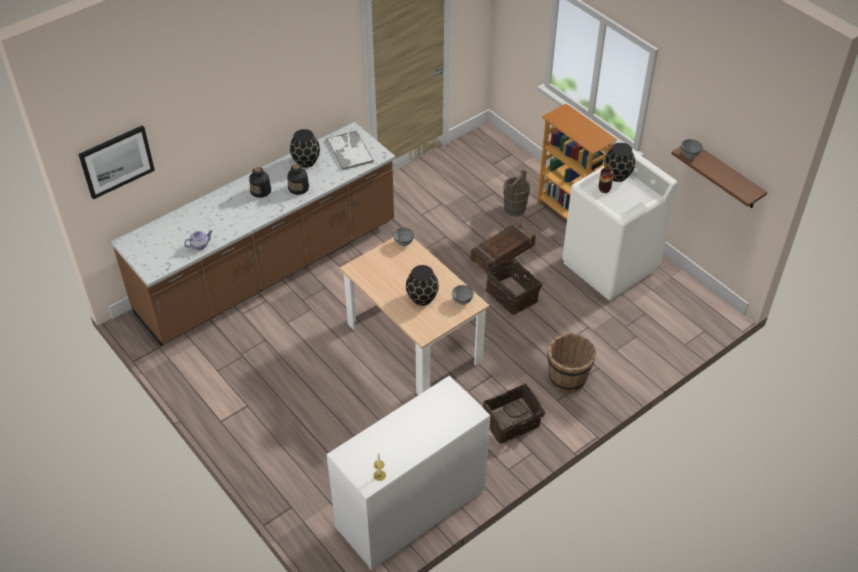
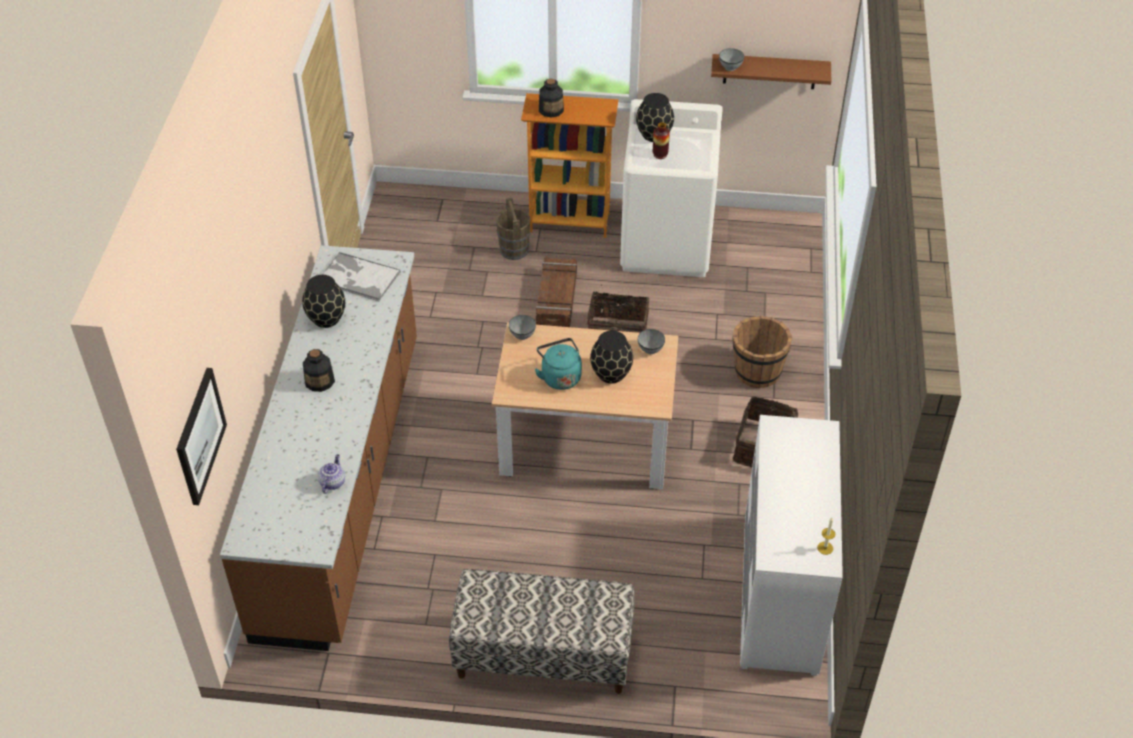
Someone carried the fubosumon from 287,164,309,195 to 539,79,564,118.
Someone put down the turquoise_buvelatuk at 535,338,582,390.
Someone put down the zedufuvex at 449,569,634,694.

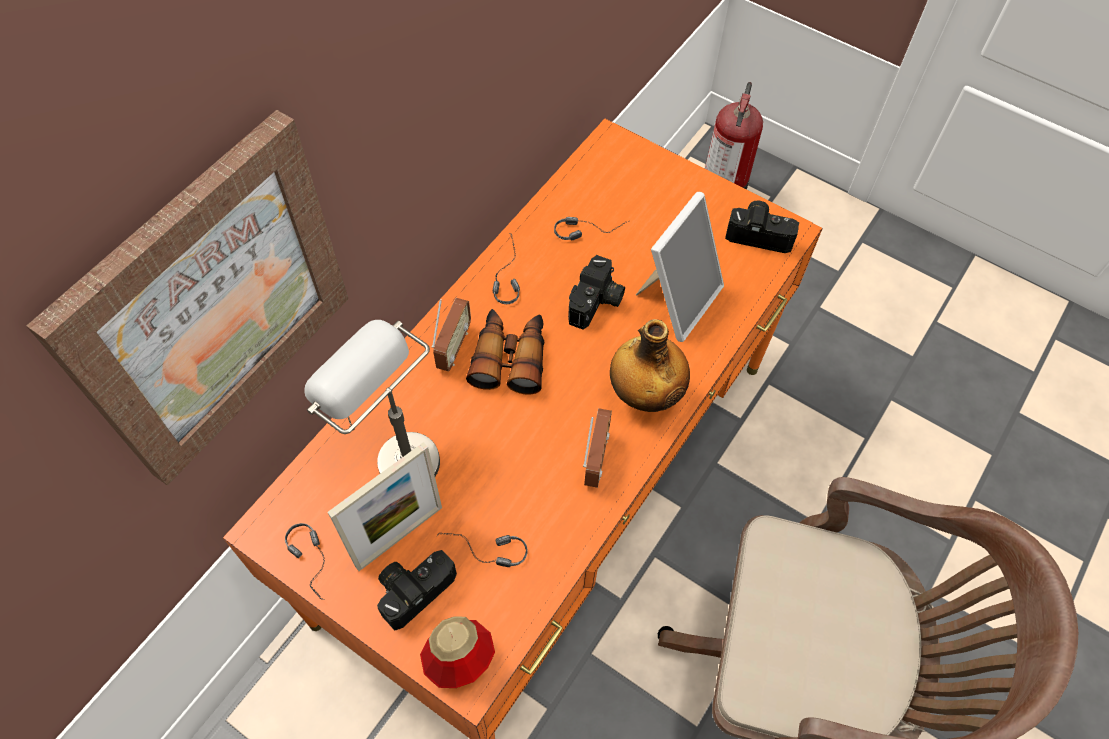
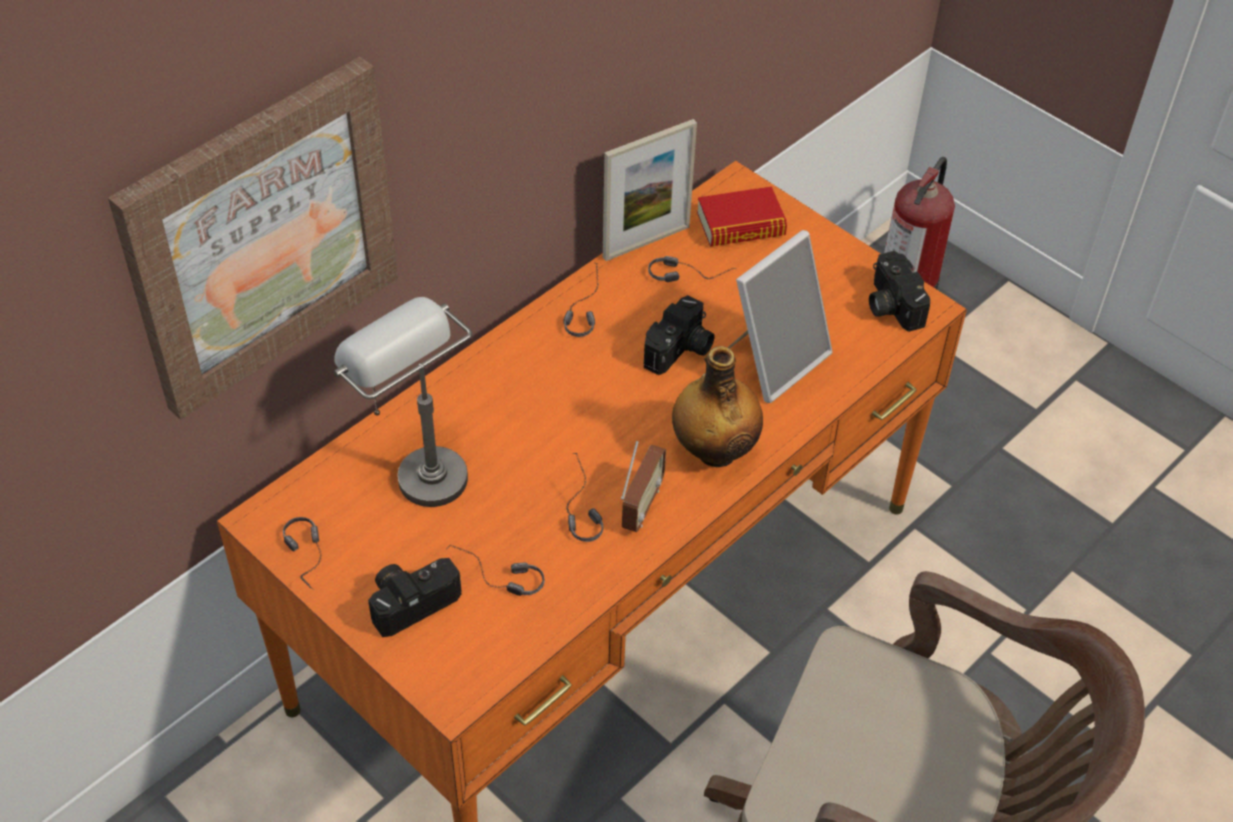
Someone rotated the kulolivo at 725,201,799,253 by 135 degrees counterclockwise.
Someone took away the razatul at 432,298,471,371.
Someone took away the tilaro at 466,309,544,395.
Someone carried the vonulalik from 328,442,442,571 to 603,119,697,261.
Someone took away the fubosumon at 420,616,495,688.
Someone put down the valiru at 697,186,787,247.
Someone put down the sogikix at 566,453,603,542.

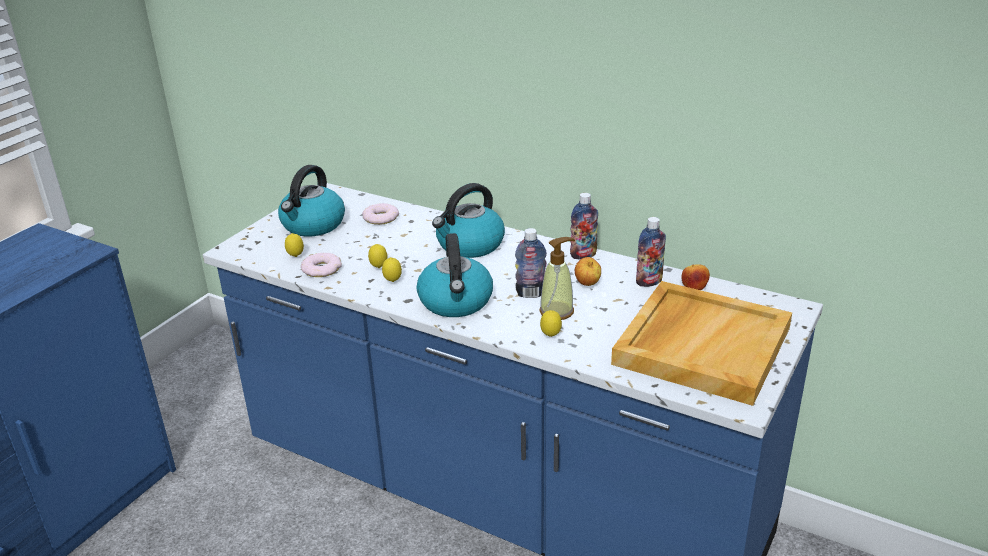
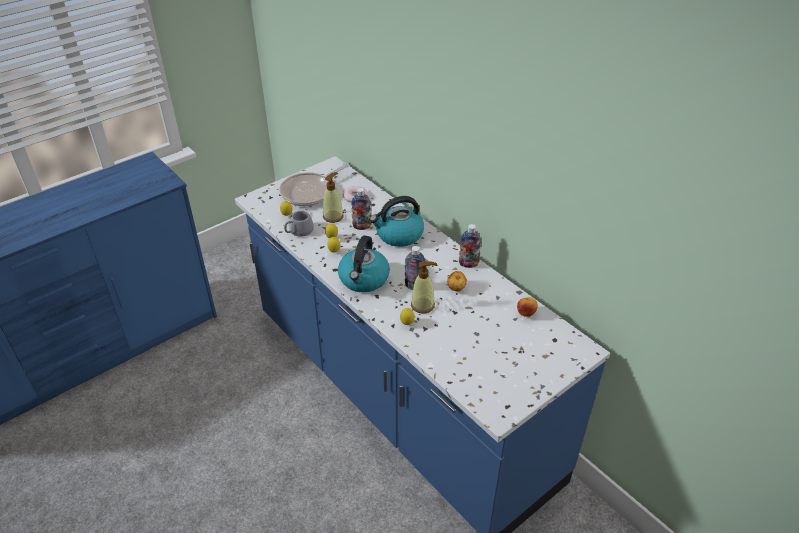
Someone swapped the buvelatuk at 278,165,345,236 for the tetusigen at 279,164,349,206.
Someone carried the fubosumon from 636,217,666,287 to 351,188,372,230.
Someone swapped the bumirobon at 301,253,342,277 for the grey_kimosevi at 283,211,314,237.
Someone took away the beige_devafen at 611,281,792,406.
Someone put down the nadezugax at 323,172,344,223.

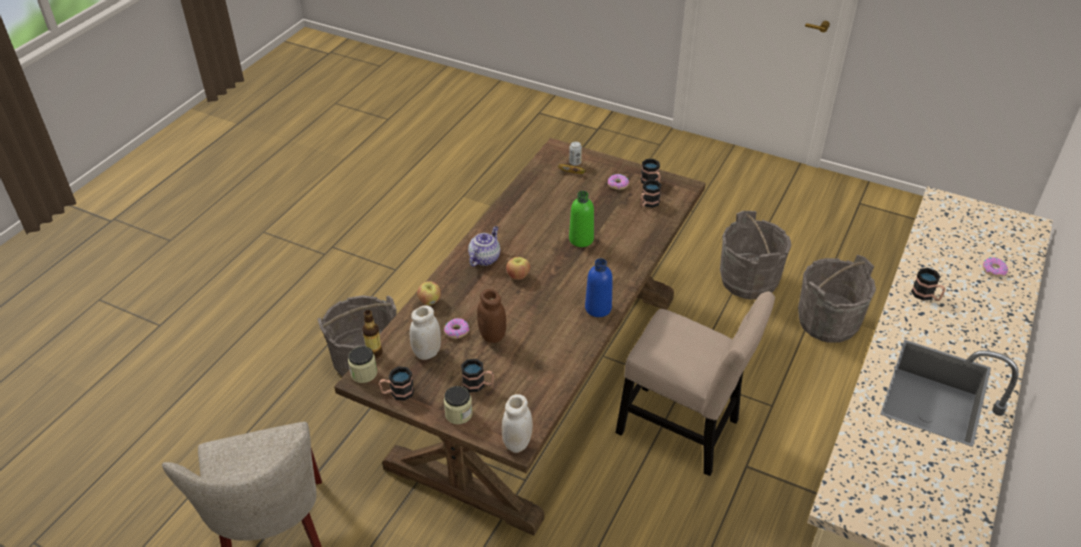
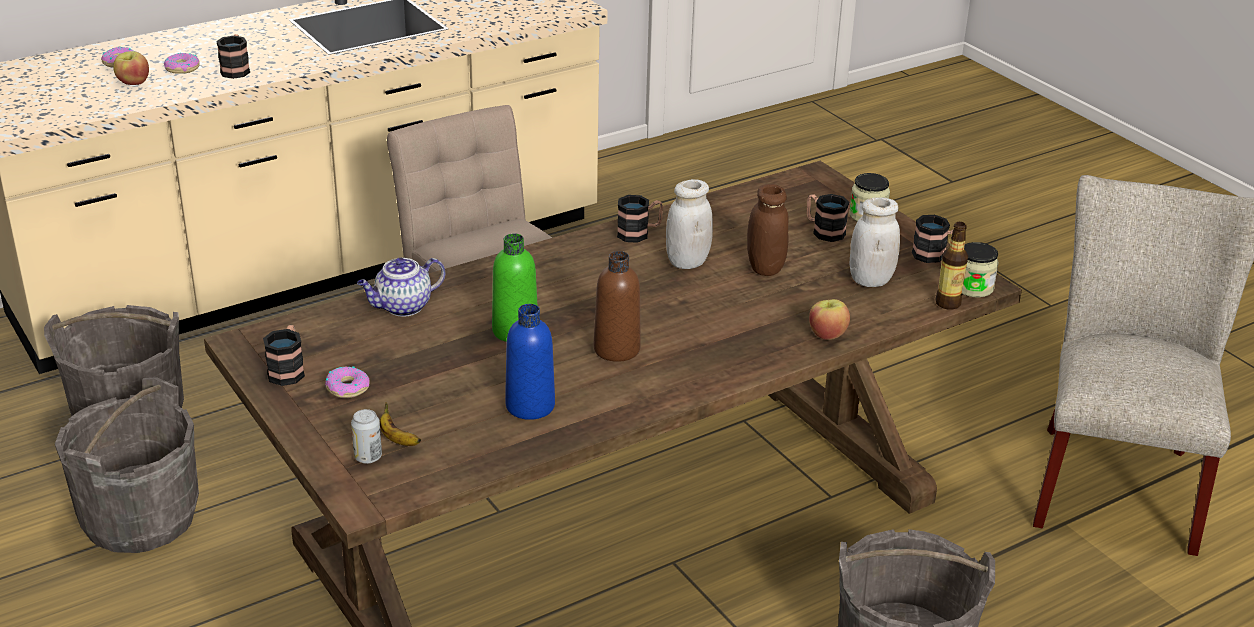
Someone carried the kimosevi from 640,179,662,208 to 617,195,663,243.
Someone carried the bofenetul from 468,226,500,266 to 357,258,446,317.
Someone carried the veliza from 506,257,530,280 to 113,51,149,85.
Someone carried the blue_fubosumon from 585,258,613,317 to 505,304,555,420.
Someone carried the bumirobon from 444,318,469,339 to 164,53,200,74.
Someone carried the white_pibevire from 502,394,533,453 to 666,179,713,269.
Someone put down the brown_fubosumon at 594,251,641,362.

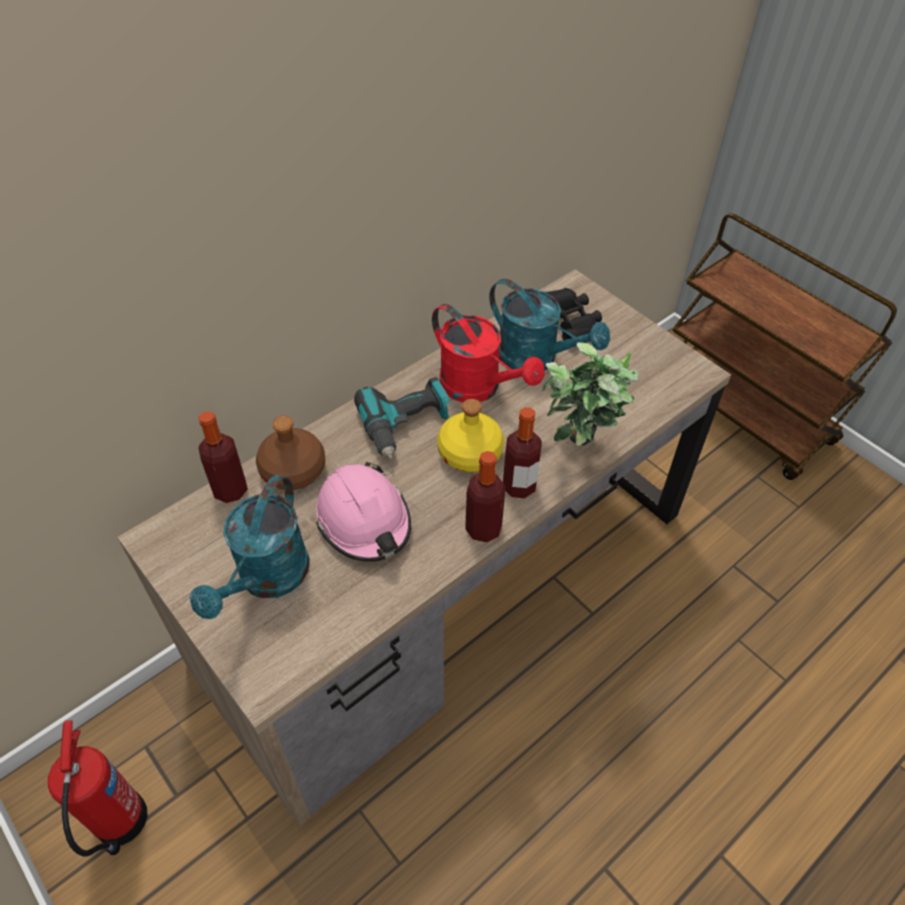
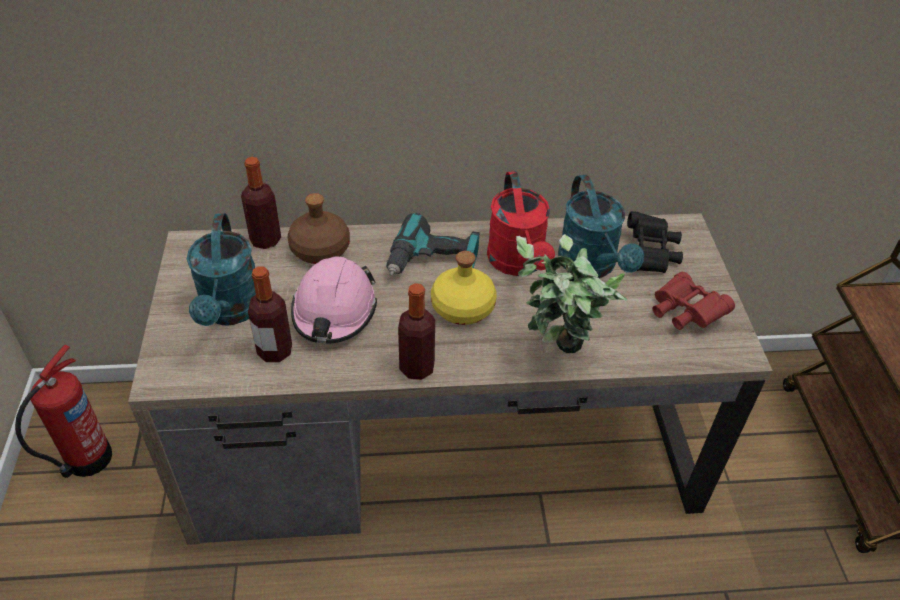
Someone carried the fubosumon from 503,407,542,498 to 248,266,292,362.
Someone rotated the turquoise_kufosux at 190,475,310,619 by 60 degrees counterclockwise.
Someone put down the red_tilaro at 652,272,735,330.

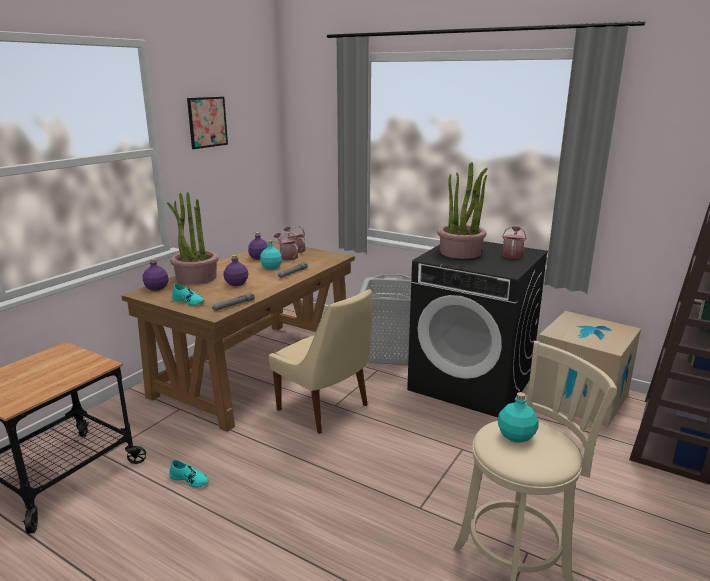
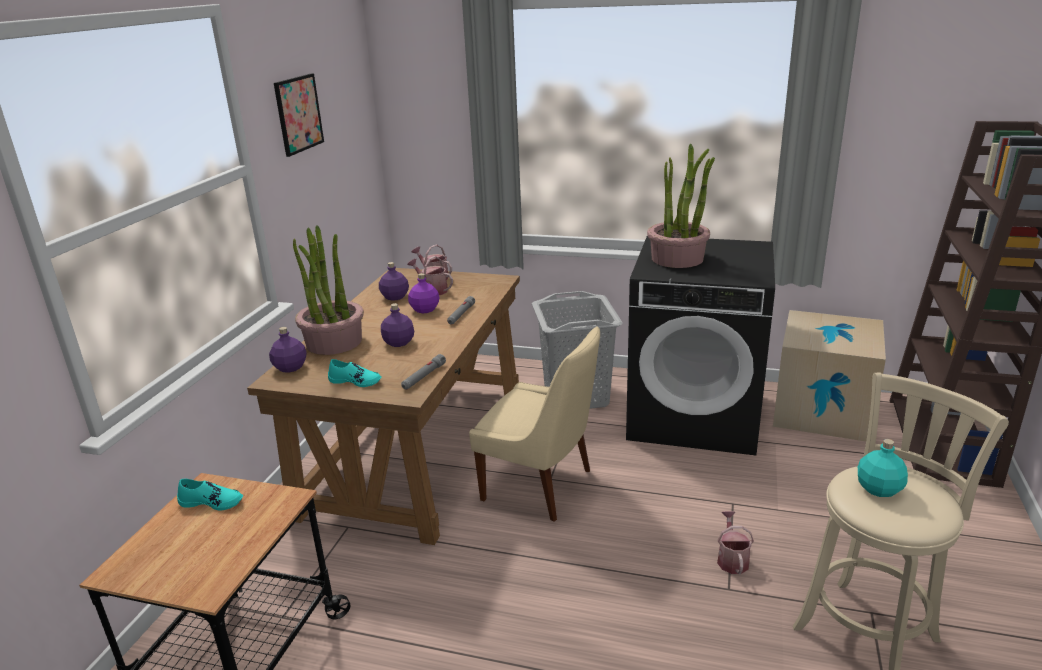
Someone carried the kufosux from 502,225,526,259 to 717,511,754,574.
Someone repainted the turquoise_fubosumon at 260,240,282,270, which became the purple_fubosumon at 408,273,440,313.
Someone carried the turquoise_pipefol from 169,460,209,488 to 177,479,243,510.

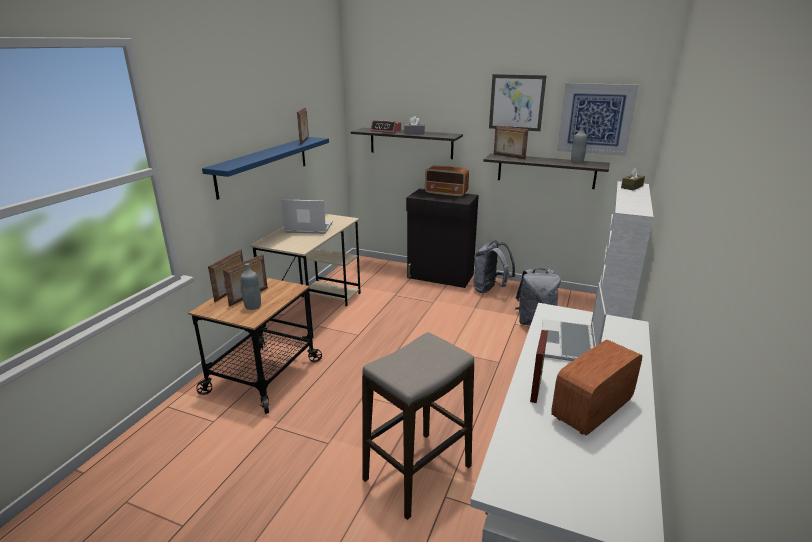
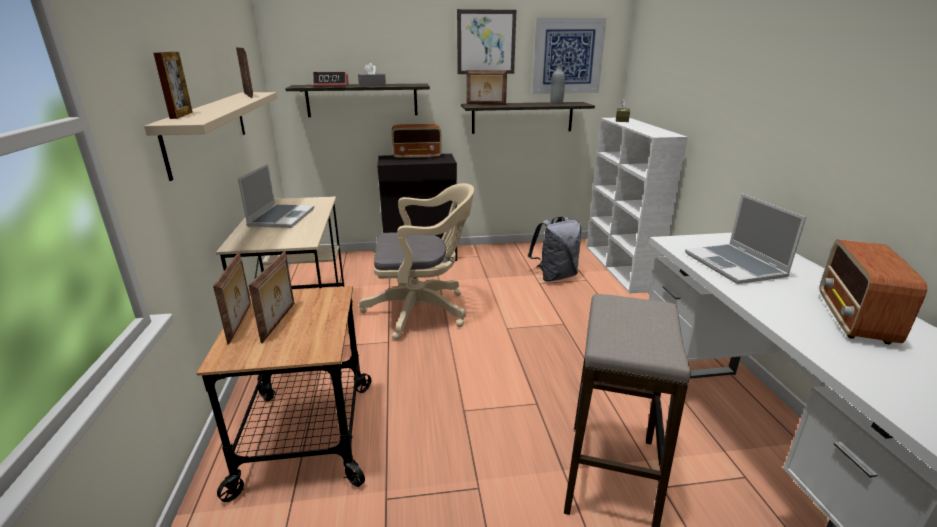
Someone repainted the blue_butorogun at 202,137,329,200, which became the beige_butorogun at 144,92,277,181.
Someone rotated the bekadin at 281,199,333,234 by 120 degrees clockwise.
Someone took away the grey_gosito at 473,240,515,293.
Someone took away the grey_fubosumon at 240,263,261,310.
Someone carried the vonulalik from 530,330,548,403 to 154,52,193,119.
Someone put down the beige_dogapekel at 359,183,474,340.

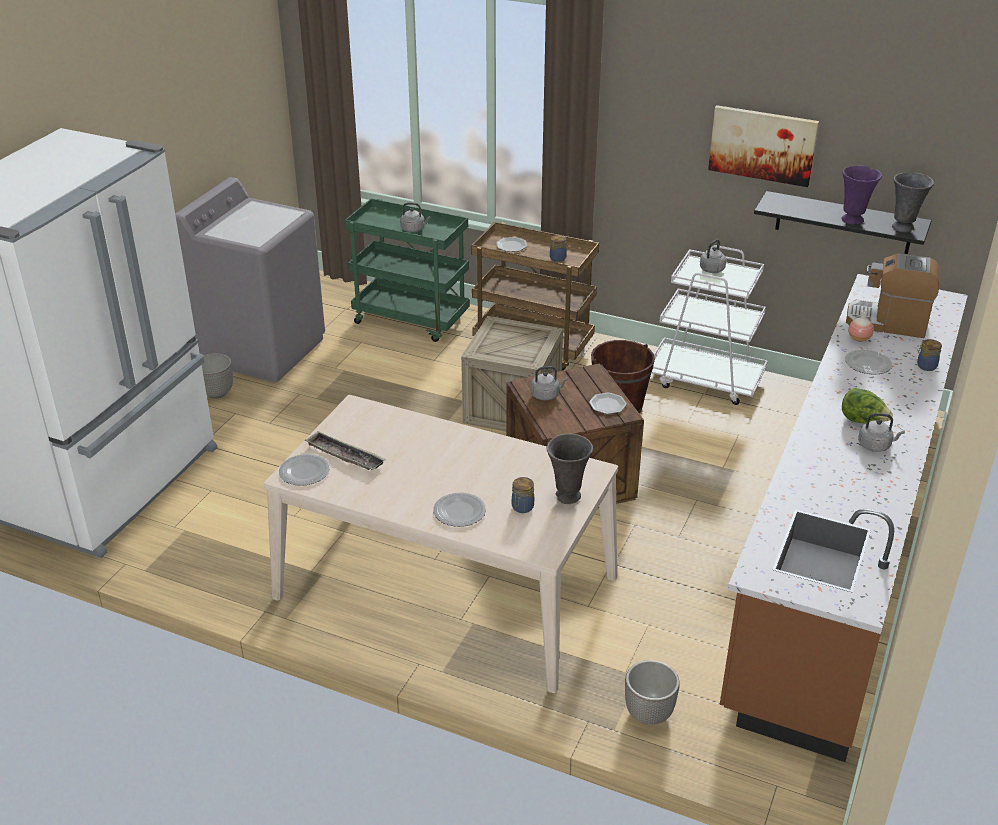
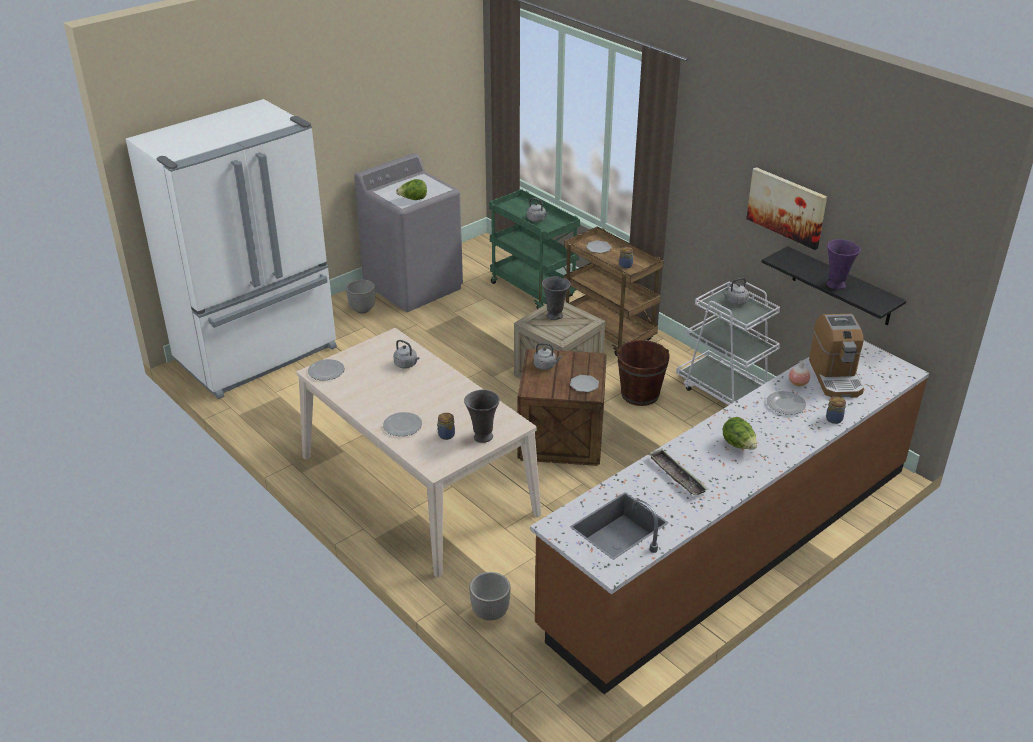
Someone carried the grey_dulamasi from 892,173,934,232 to 542,276,571,320.
Someone rotated the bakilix at 846,254,939,338 by 135 degrees counterclockwise.
Someone carried the grey_buvelatuk from 858,413,905,452 to 393,340,419,369.
Someone carried the devafen from 305,431,386,470 to 649,449,709,495.
Someone put down the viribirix at 396,179,427,200.

